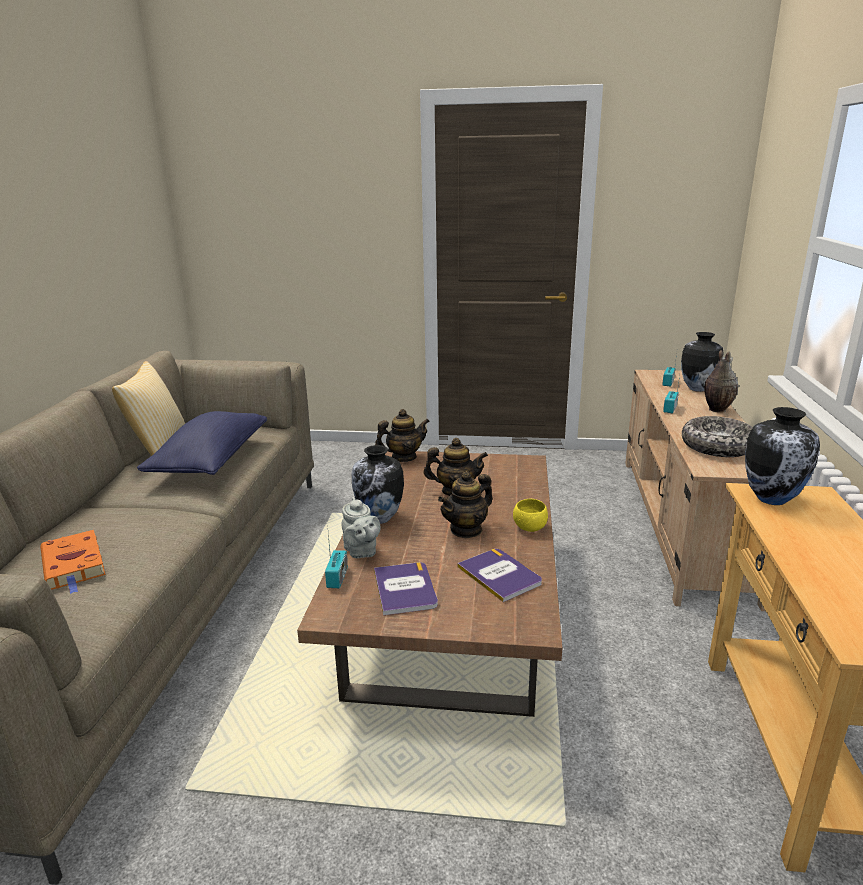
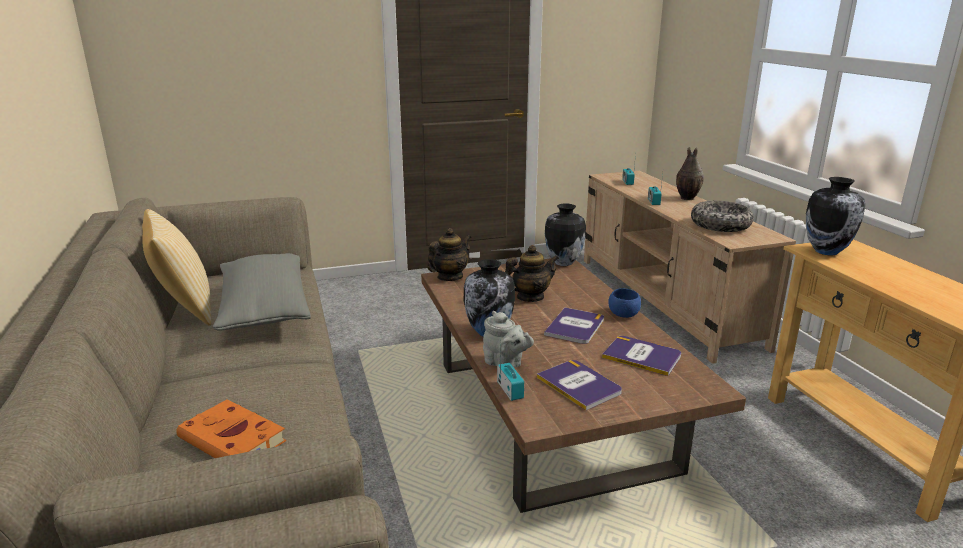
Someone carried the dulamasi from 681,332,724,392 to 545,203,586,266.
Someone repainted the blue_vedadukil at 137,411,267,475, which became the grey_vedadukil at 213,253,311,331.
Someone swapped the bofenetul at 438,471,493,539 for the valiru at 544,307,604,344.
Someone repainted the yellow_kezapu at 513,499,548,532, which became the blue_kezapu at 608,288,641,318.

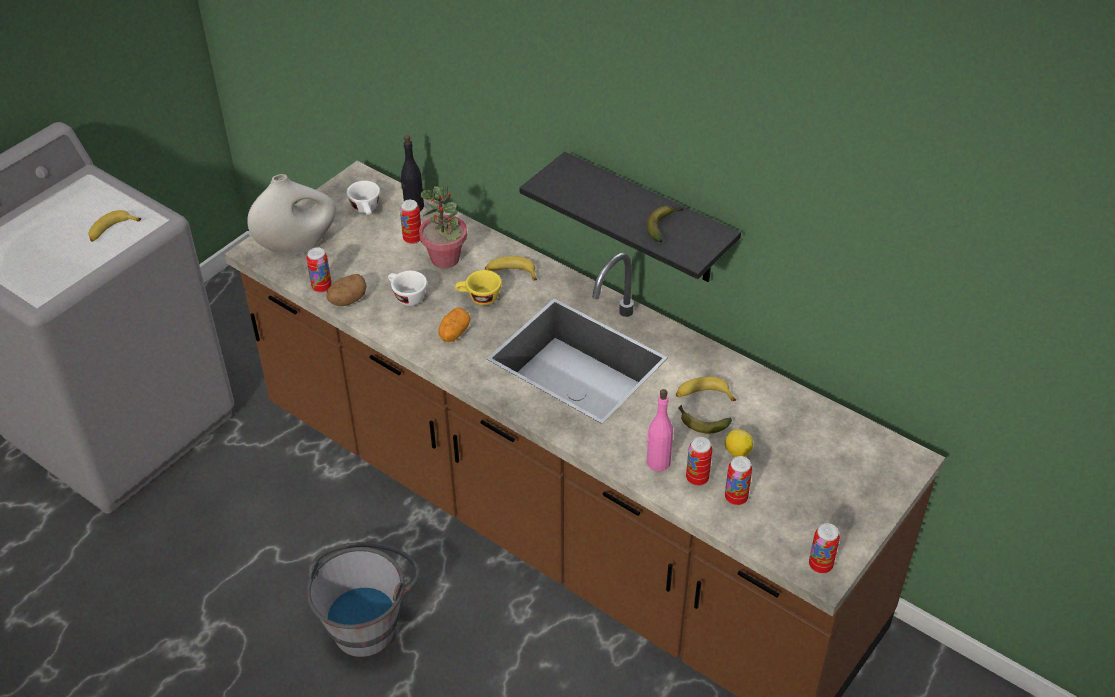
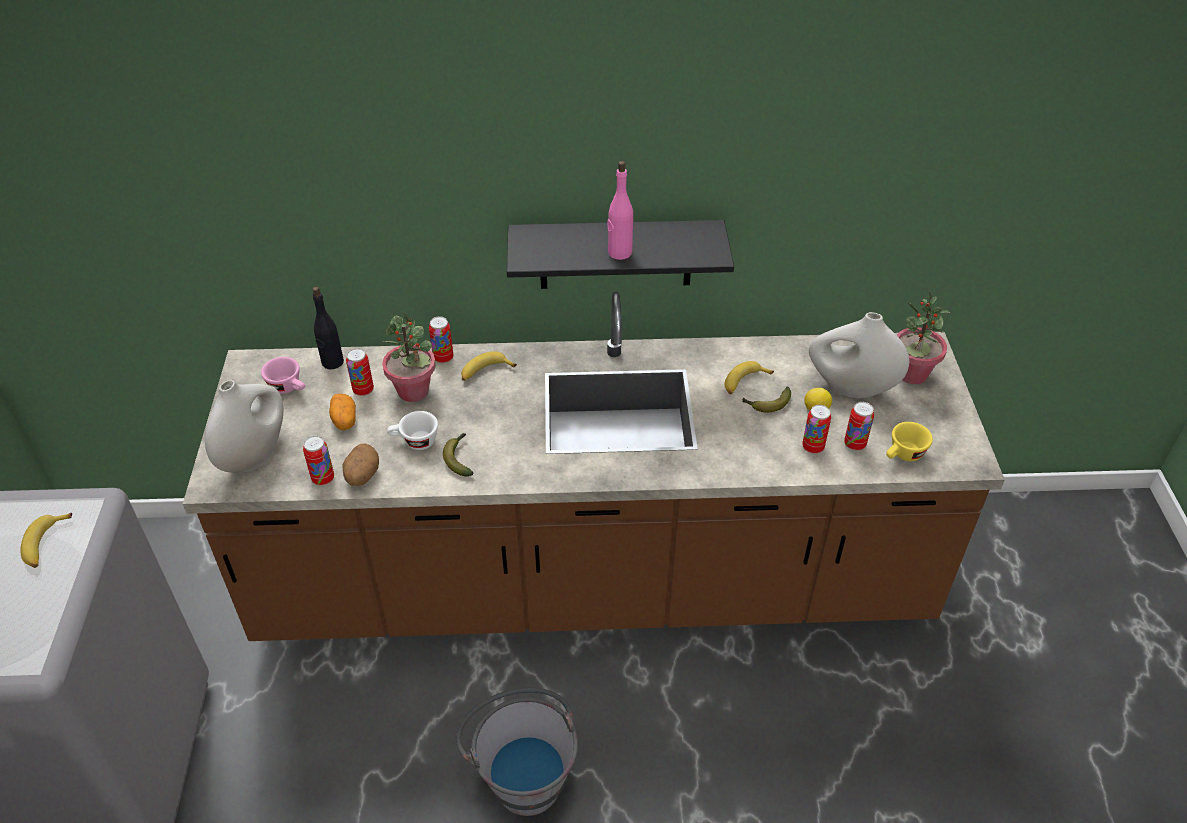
Someone repainted the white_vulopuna at 346,181,380,215, which became the pink_vulopuna at 261,357,305,394.
Someone carried the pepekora from 647,206,683,242 to 443,433,474,476.
Someone carried the yellow_vulopuna from 455,270,502,305 to 886,422,933,461.
Someone carried the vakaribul from 439,307,471,342 to 329,393,356,430.
Someone carried the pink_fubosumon from 646,389,673,471 to 607,161,633,260.
Someone carried the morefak from 809,523,840,574 to 429,316,453,363.
Someone put down the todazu at 897,290,950,384.
Someone put down the white_dulamasi at 809,312,909,399.

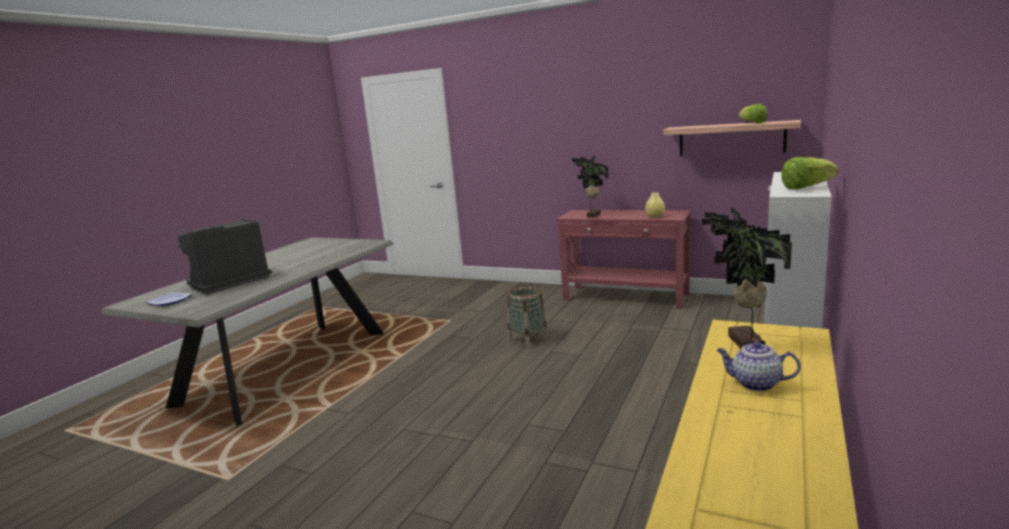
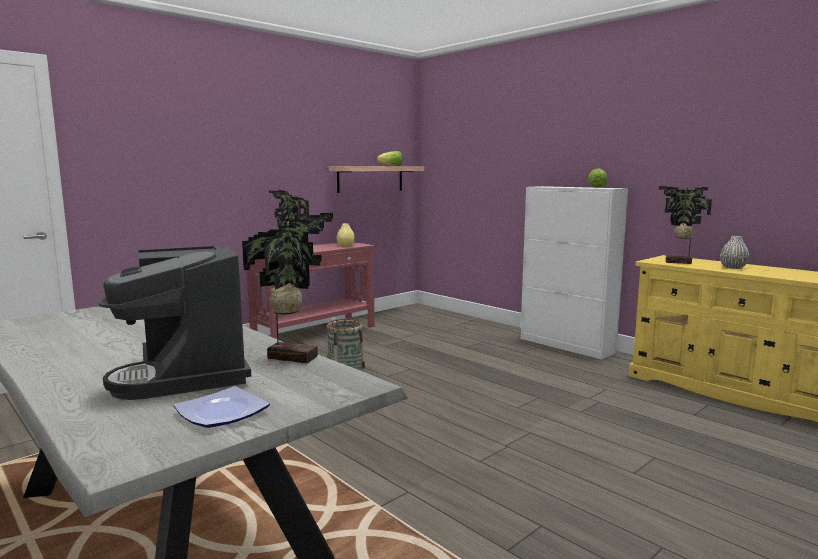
Someone swapped the bofenetul at 716,341,801,391 for the grey_dulamasi at 720,236,749,269.
Someone put down the todazu at 242,211,333,363.

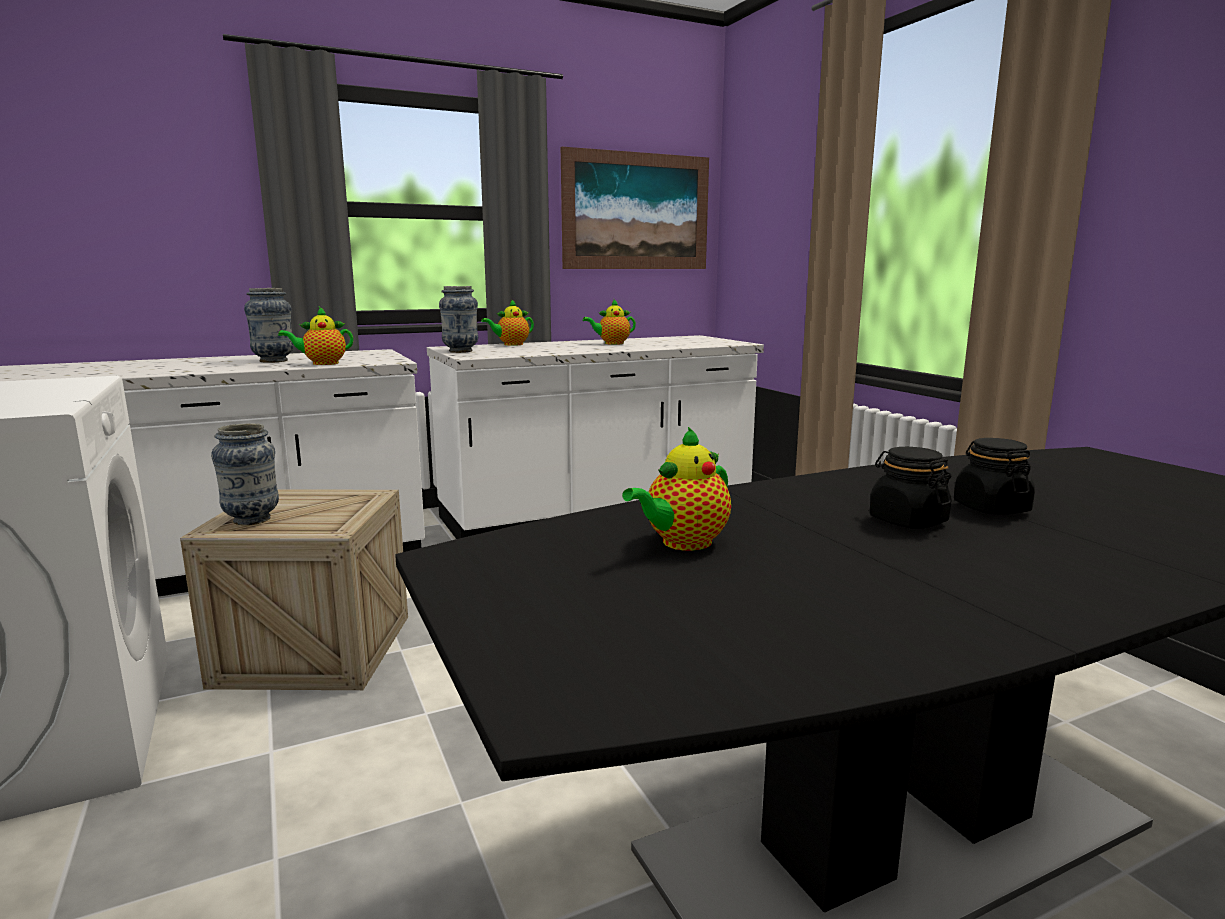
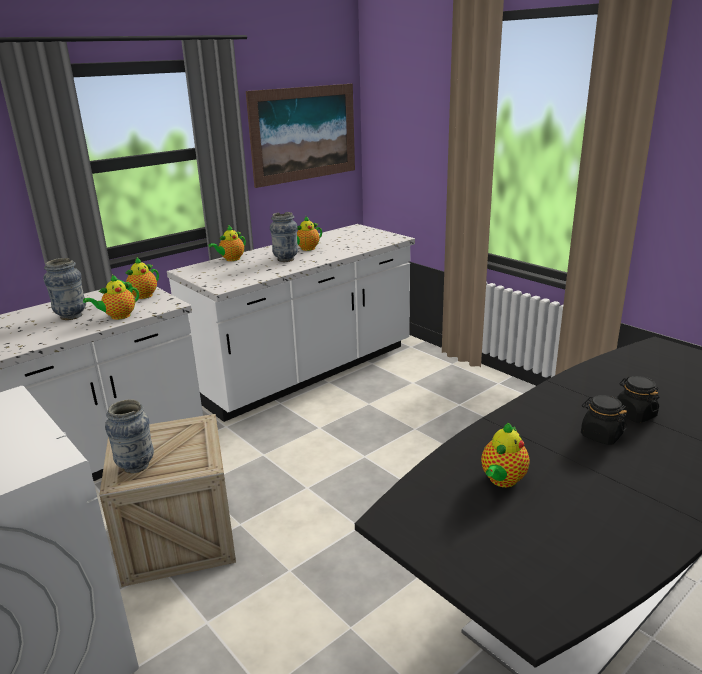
Someone carried the dulamasi from 439,286,478,353 to 270,212,298,262.
Someone put down the bofenetul at 117,257,159,299.

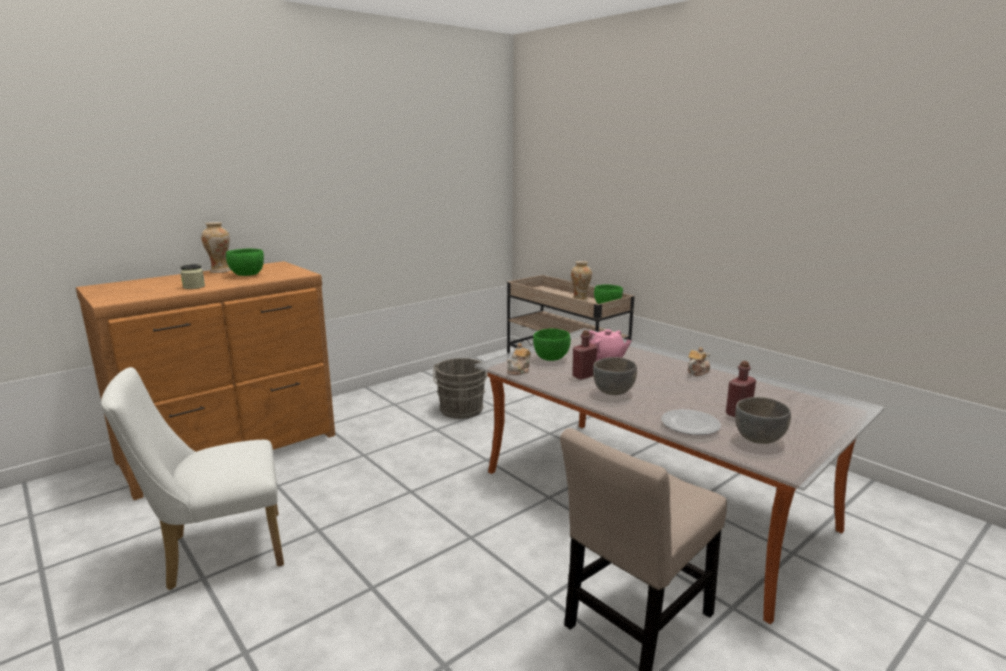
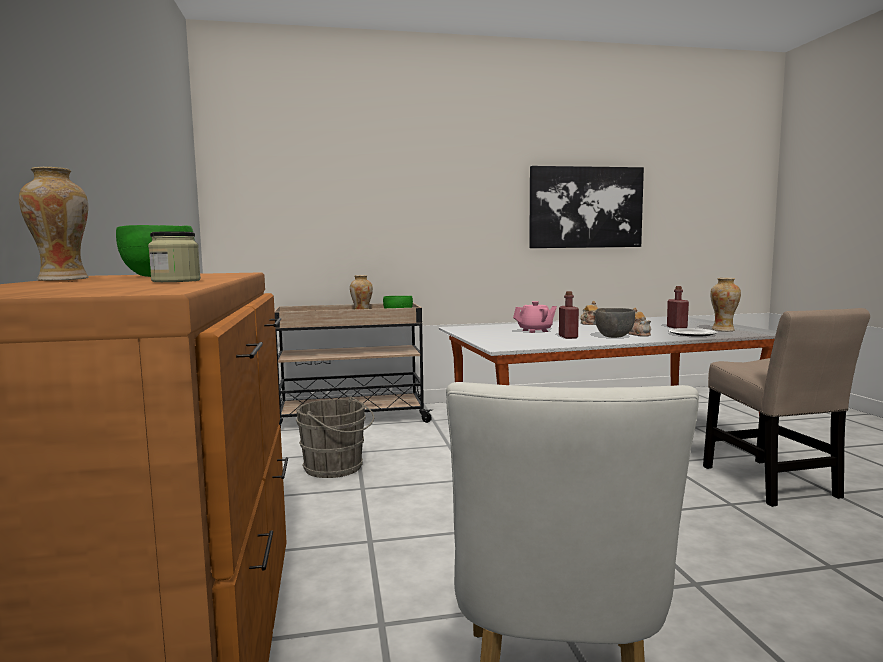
Someone took away the green_kezapu at 533,328,571,361.
Someone carried the bofenetul from 507,343,531,375 to 628,308,651,336.
Someone swapped the grey_kezapu at 735,397,791,444 for the dulamasi at 710,278,741,331.
Someone put up the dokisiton at 529,166,644,248.

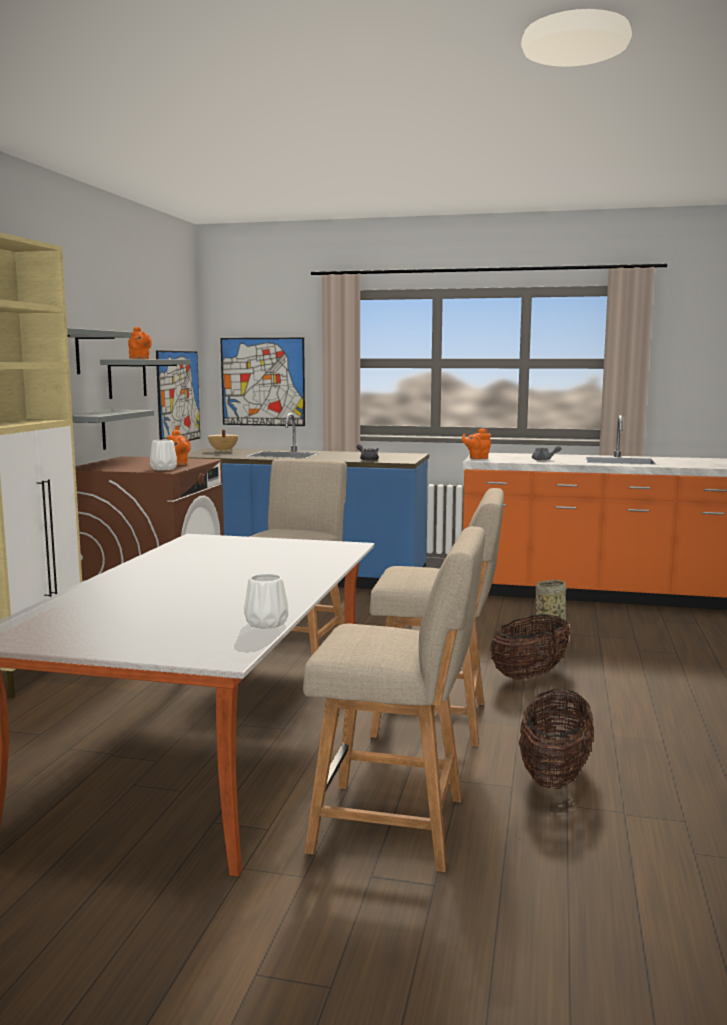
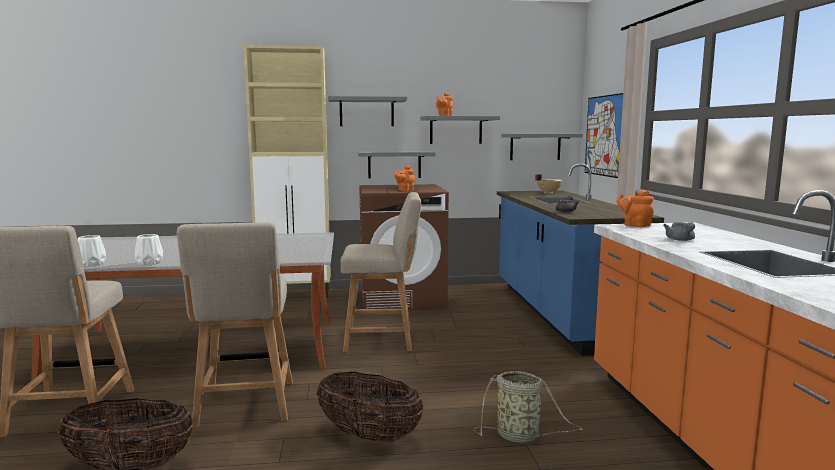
Someone swapped the dokisiton at 156,350,200,441 for the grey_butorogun at 501,134,583,160.
Someone carried the white_dulamasi from 150,440,177,470 to 135,234,163,265.

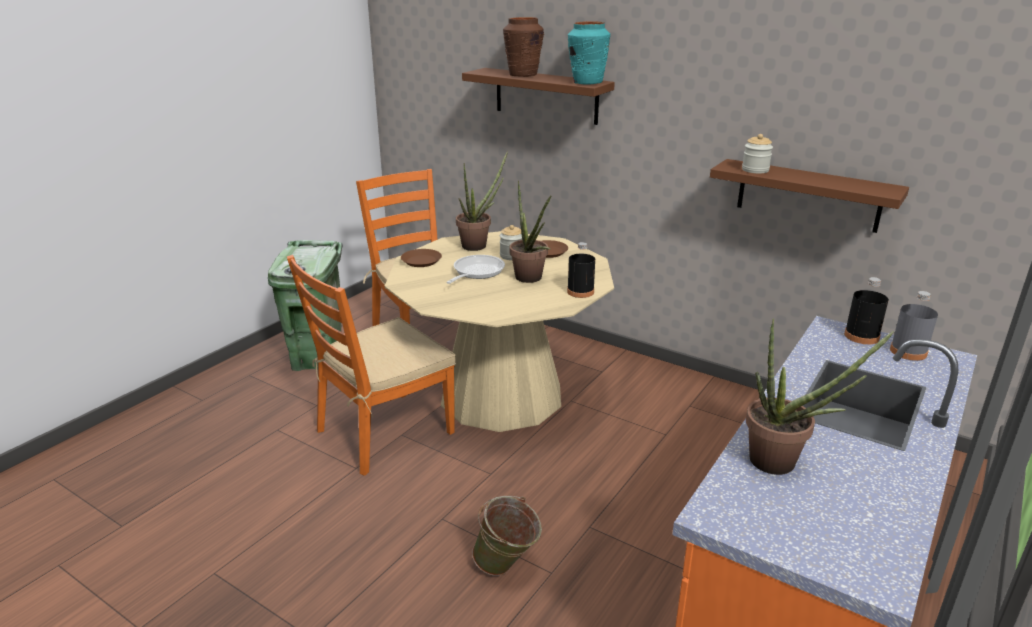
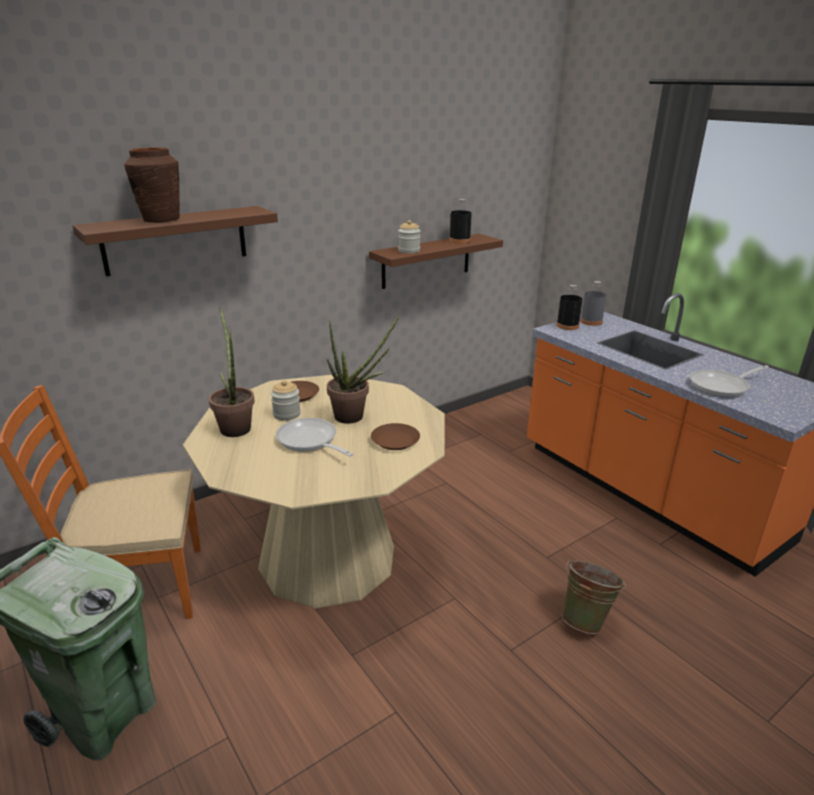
Someone took away the turquoise_dulamasi at 568,21,610,85.
Someone carried the black_fubosumon from 567,242,595,298 to 449,199,472,244.
Someone carried the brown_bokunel from 401,249,442,267 to 371,423,420,450.
Someone took away the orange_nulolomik at 287,255,456,476.
Someone swapped the todazu at 746,319,894,475 for the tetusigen at 690,365,769,397.

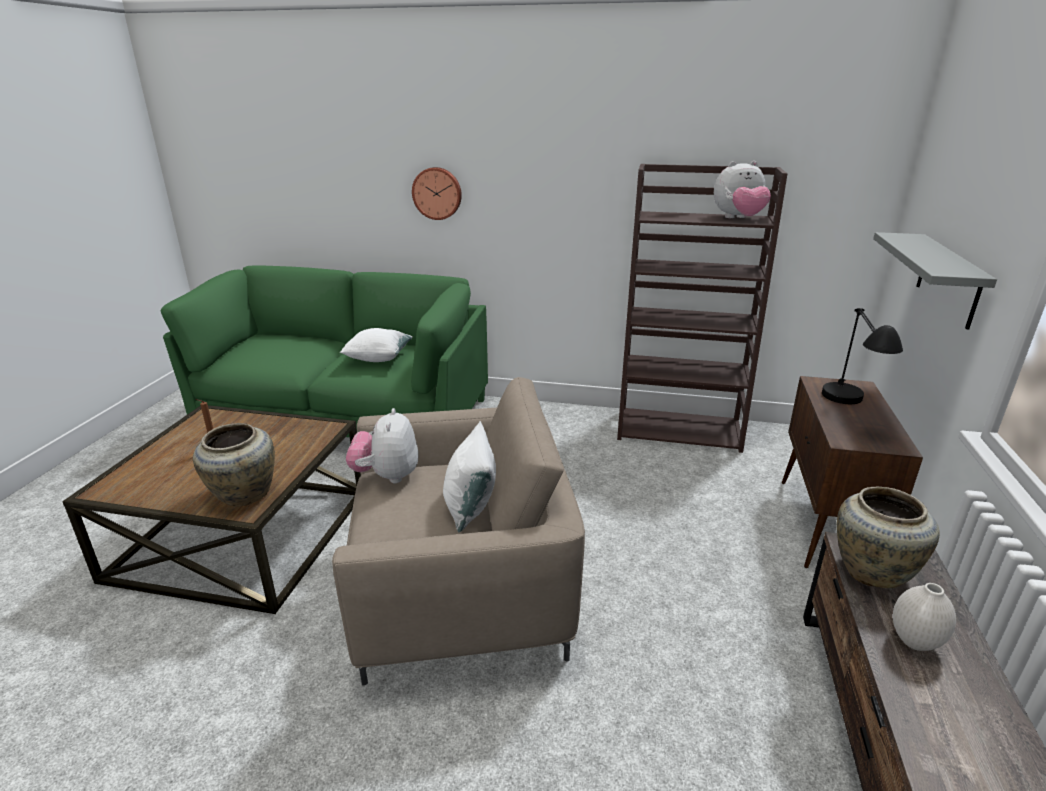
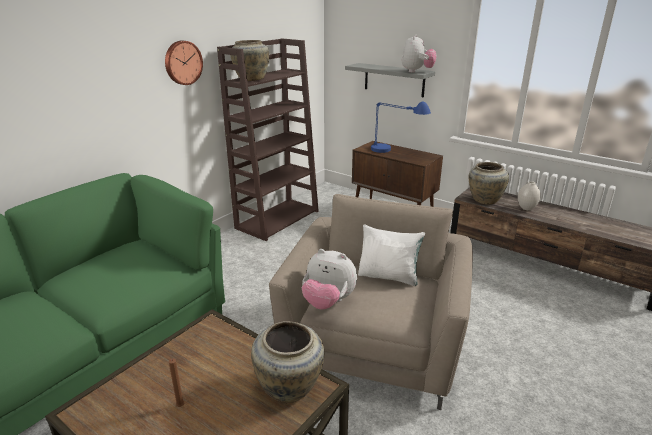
Someone carried the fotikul from 714,161,771,218 to 402,34,436,73.
Someone carried the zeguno from 412,167,462,220 to 165,41,203,85.
Someone repainted the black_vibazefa at 822,308,903,404, which became the blue_vibazefa at 371,101,431,153.
Someone took away the white_vedadukil at 340,328,413,362.
Someone put down the beige_dulamasi at 230,40,269,81.

